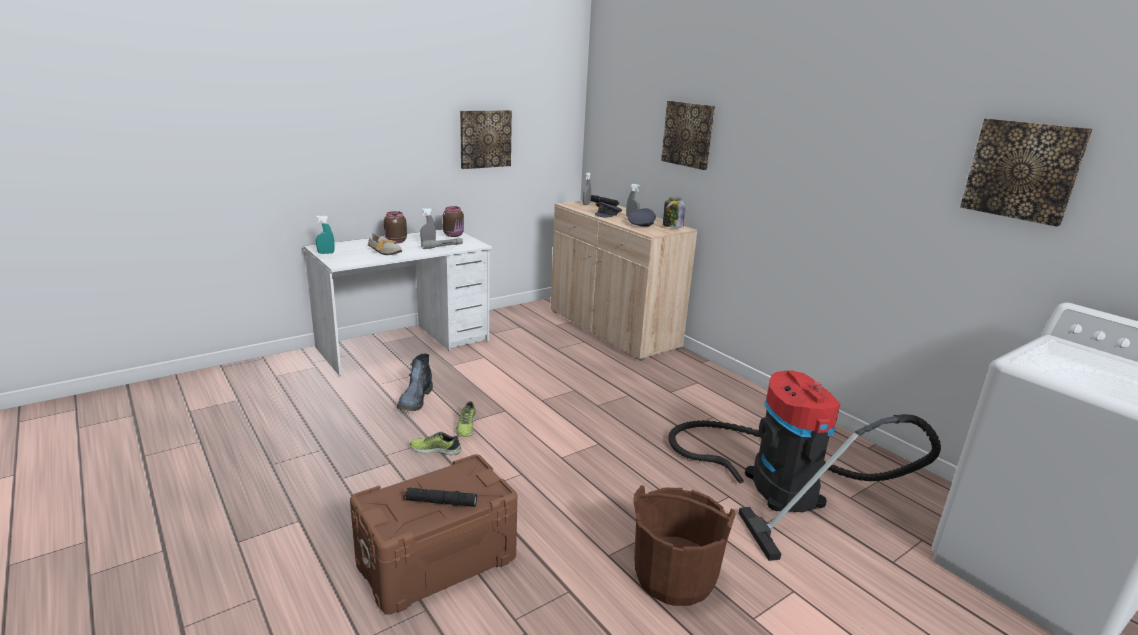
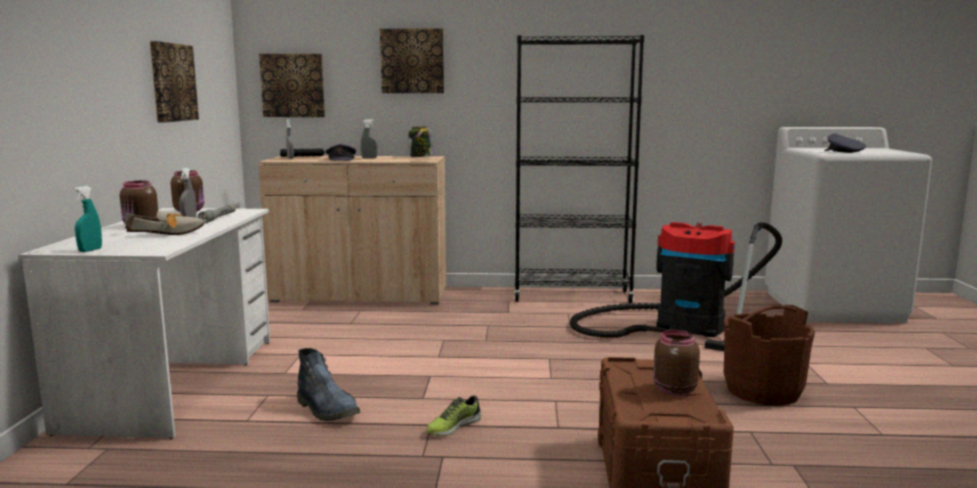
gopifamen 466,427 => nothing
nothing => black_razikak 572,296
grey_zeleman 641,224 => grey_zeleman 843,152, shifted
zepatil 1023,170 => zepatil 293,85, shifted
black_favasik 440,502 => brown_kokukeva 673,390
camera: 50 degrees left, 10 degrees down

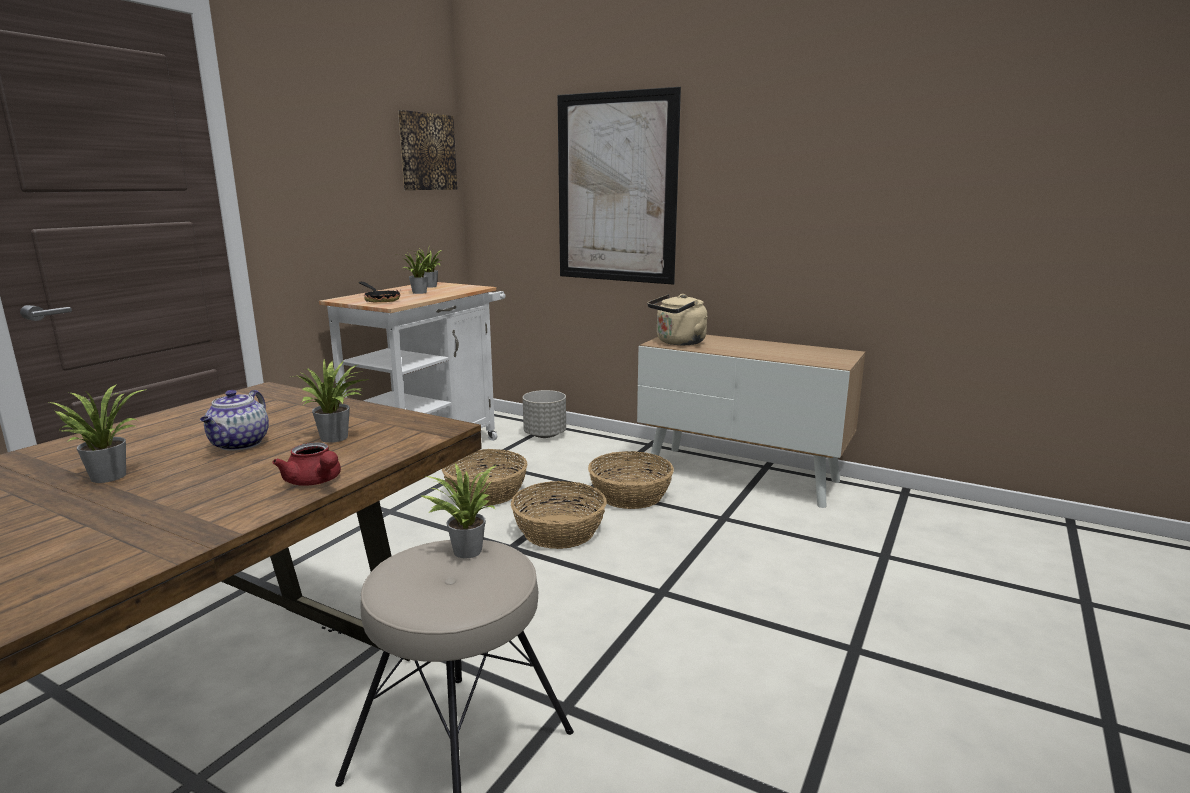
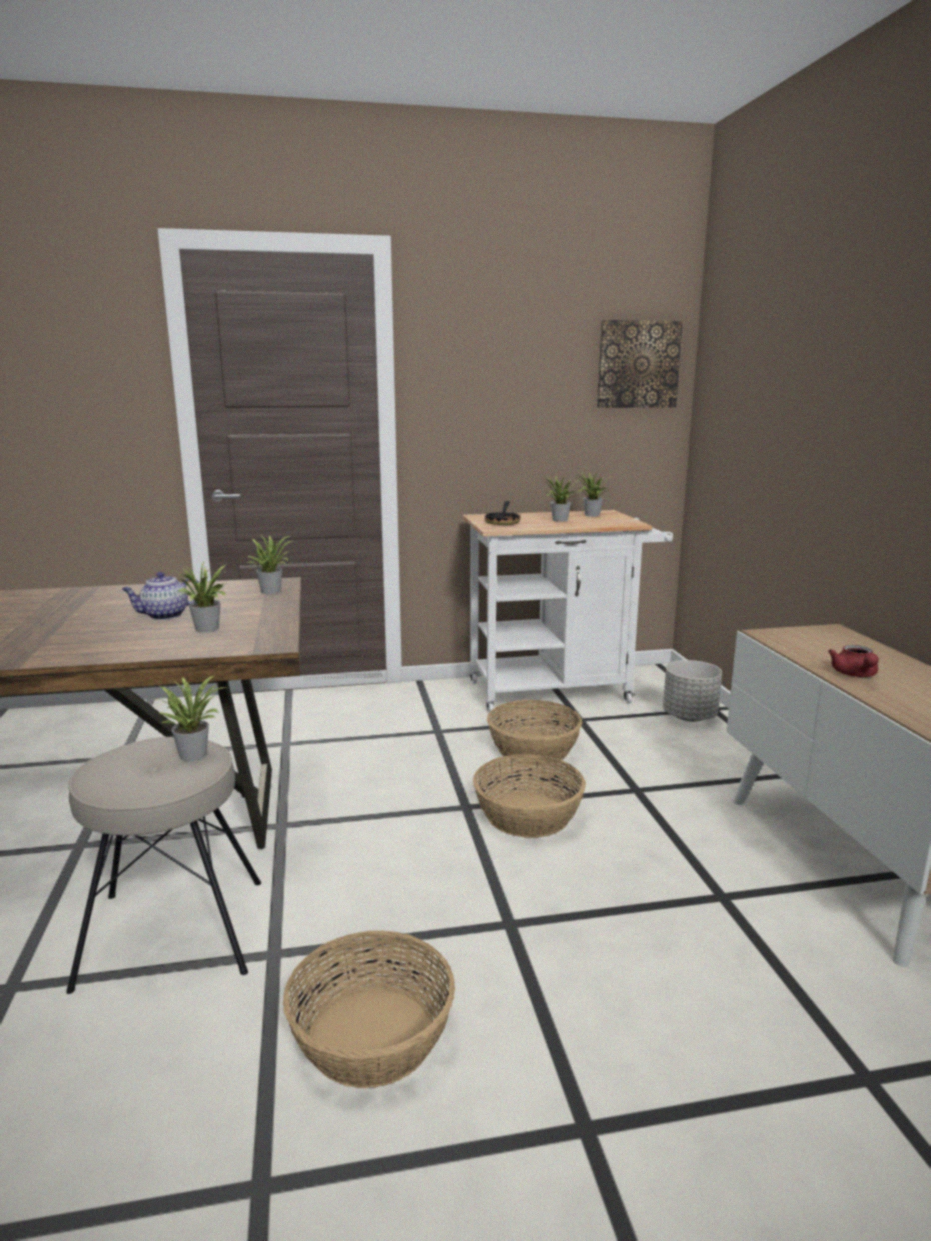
zepatil 616,189 => nothing
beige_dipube 678,342 => nothing
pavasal 108,475 => pavasal 271,591, shifted
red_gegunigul 315,482 => red_gegunigul 855,675, shifted
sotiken 630,495 => sotiken 373,1035, shifted
camera: 50 degrees right, 0 degrees up

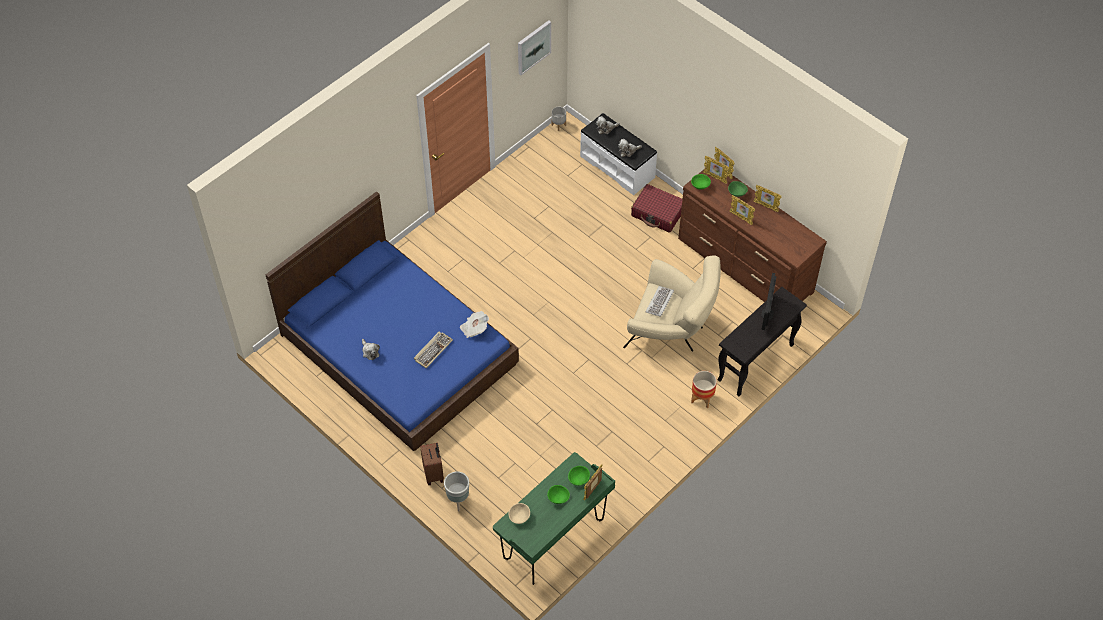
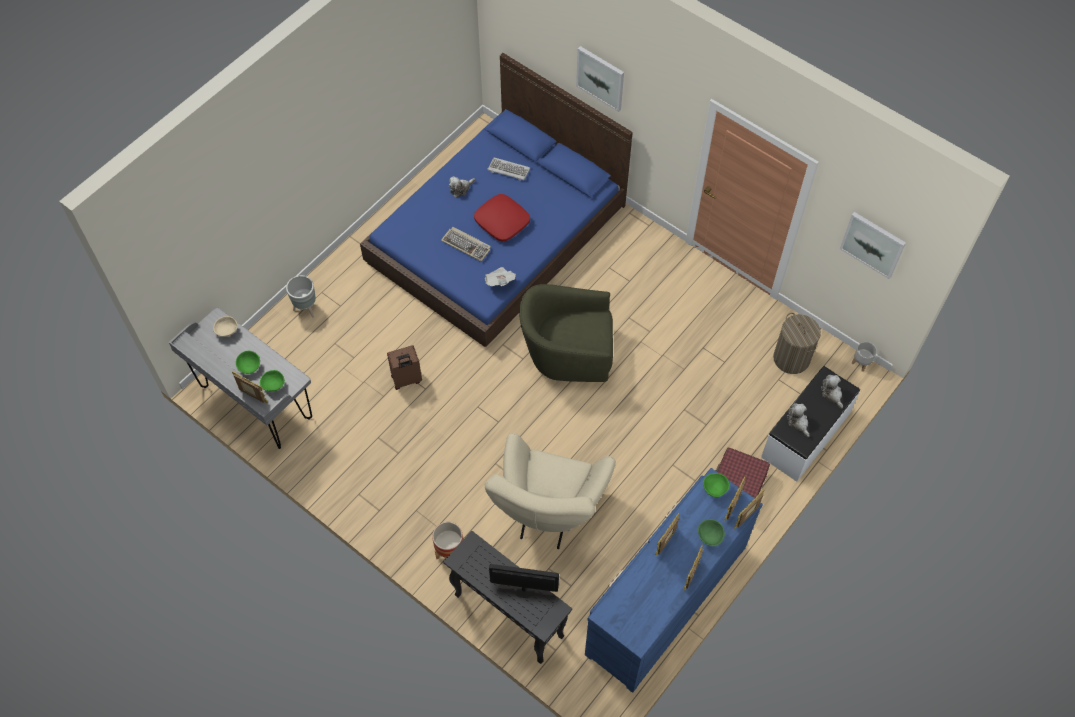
nothing => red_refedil 502,221
nothing => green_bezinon 568,354
nothing => zepatil 600,78
nothing => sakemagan 791,358
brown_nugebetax 434,474 => brown_nugebetax 406,380, shifted
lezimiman 660,302 => lezimiman 508,170, shifted
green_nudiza 554,540 => grey_nudiza 256,403
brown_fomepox 745,265 => blue_fomepox 665,599
camera: 85 degrees right, 5 degrees up

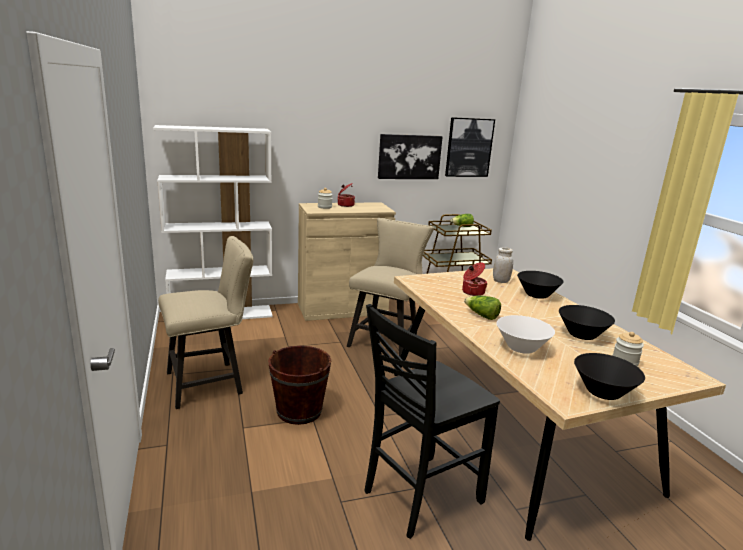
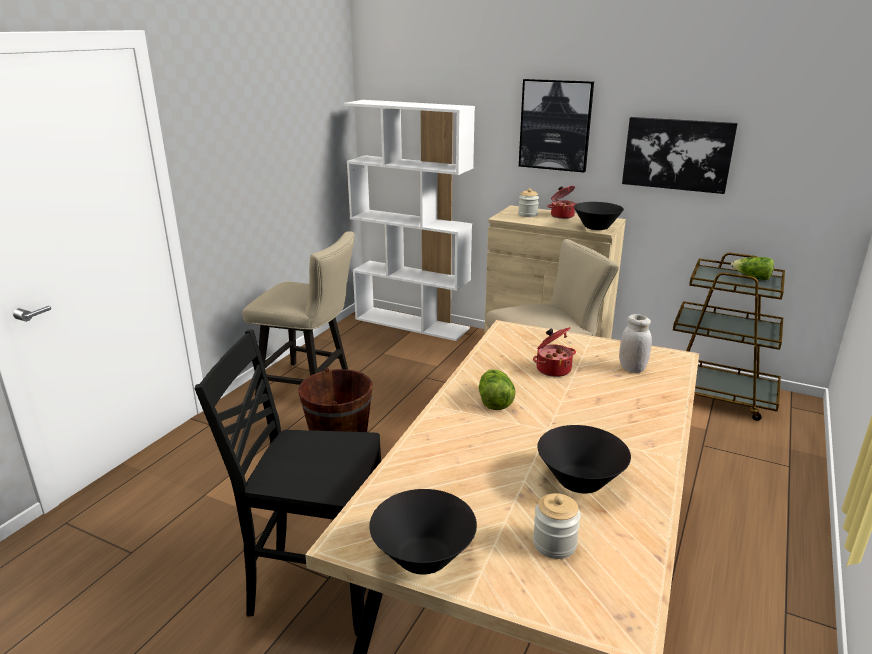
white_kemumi 521,348 => nothing
zepatil 469,147 => zepatil 555,125, shifted
black_kemumi 537,295 => black_kemumi 596,227, shifted
camera: 45 degrees right, 5 degrees up

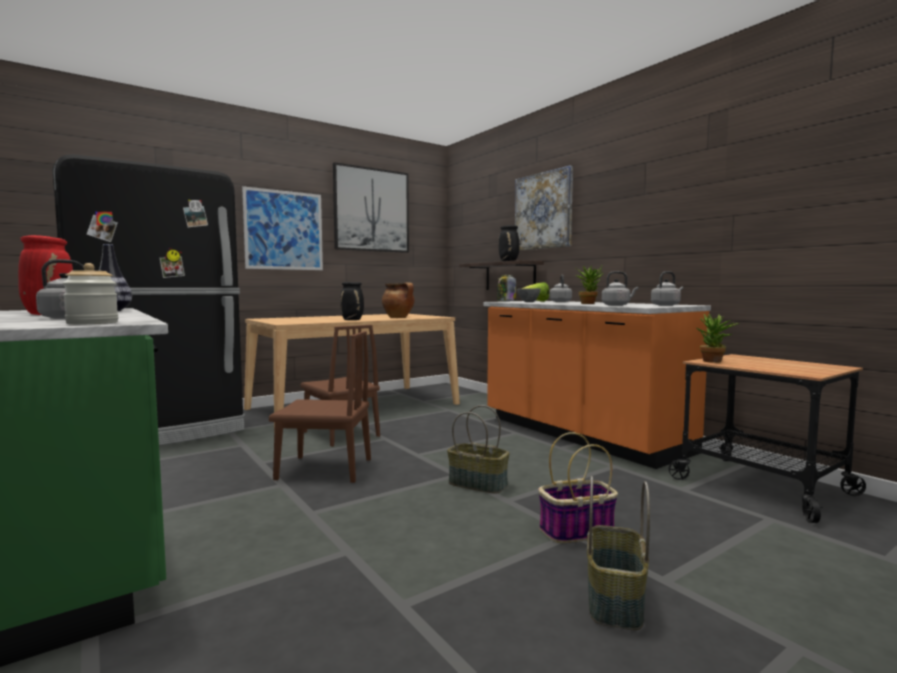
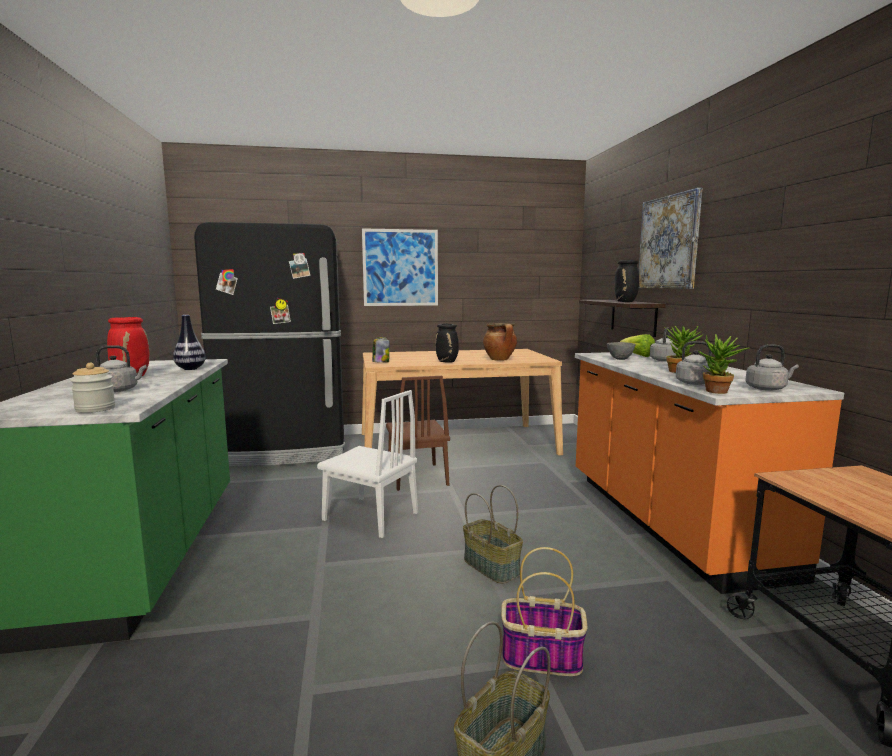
zepatil 371,210 => nothing
kokukeva 506,301 => kokukeva 380,362, shifted
pavasal 715,362 => pavasal 718,392, shifted
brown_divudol 324,469 => white_divudol 370,516
camera: 25 degrees right, 5 degrees up

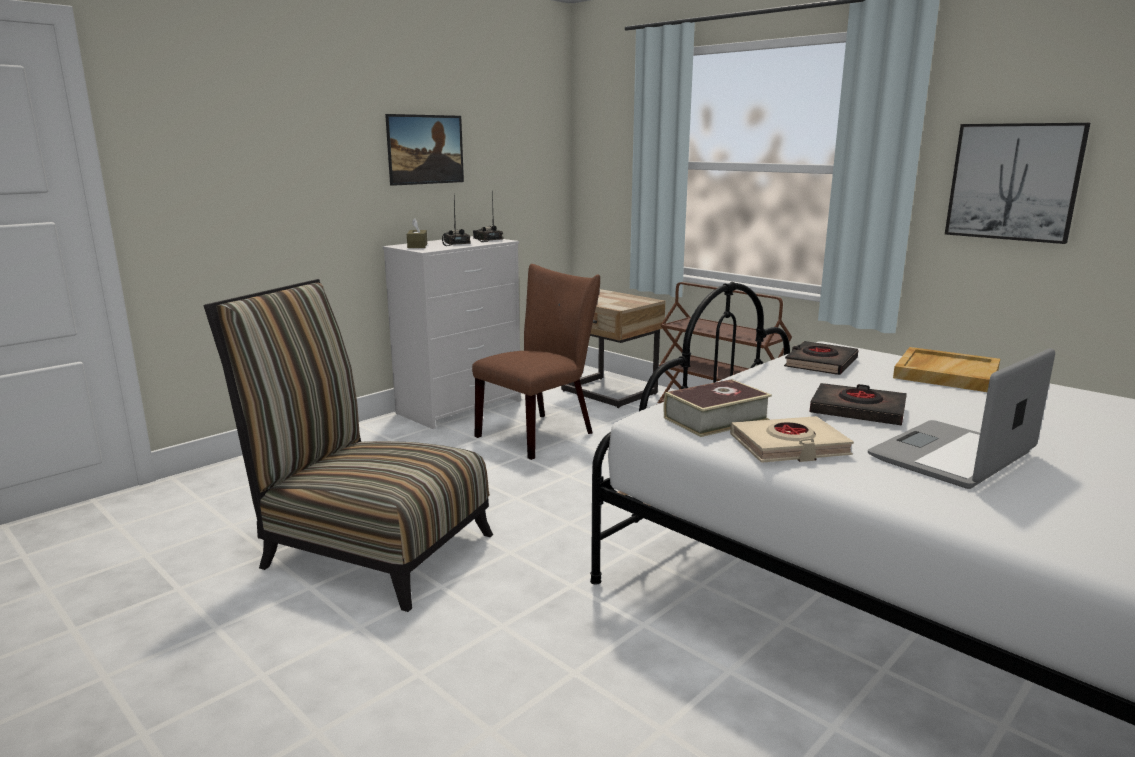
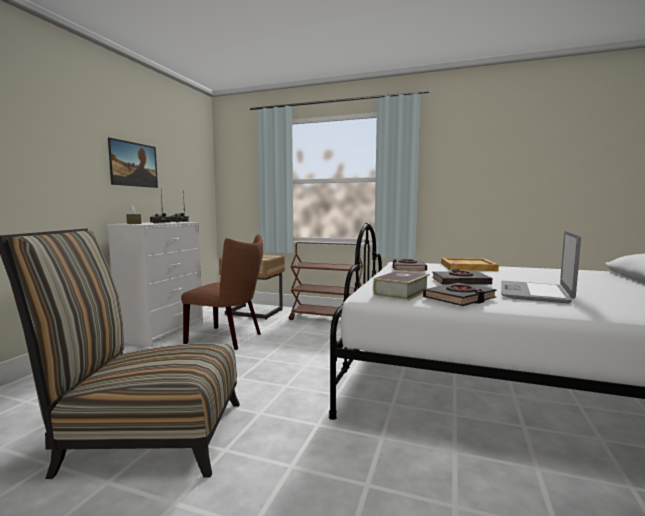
zepatil 1013,182 => nothing
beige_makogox 789,446 => black_makogox 459,298
brown_divudol 541,433 => brown_divudol 228,338, 90 degrees clockwise
camera: 25 degrees left, 10 degrees down

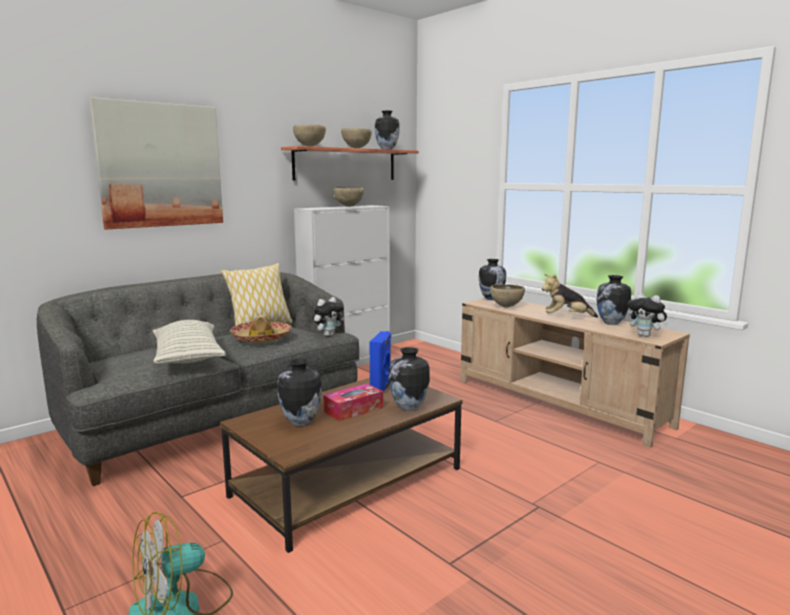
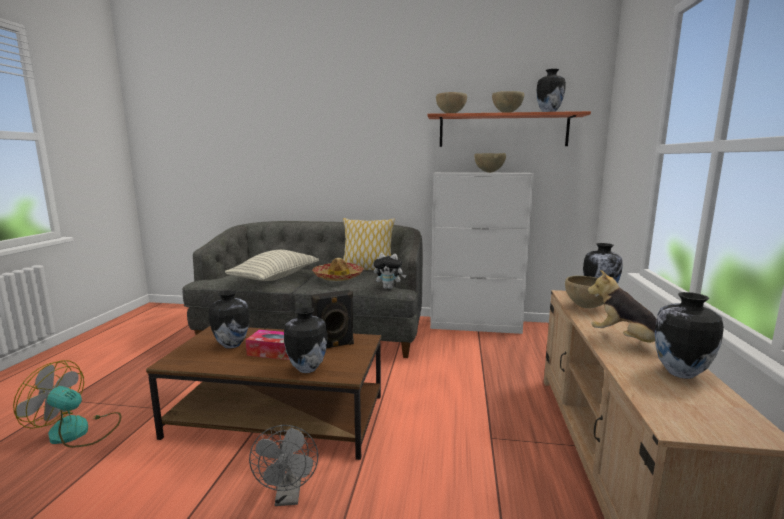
zepatil 160,165 => nothing
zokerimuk 645,335 => nothing
nothing => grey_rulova 288,497
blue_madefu 381,389 => black_madefu 334,346
camera: 50 degrees right, 0 degrees up

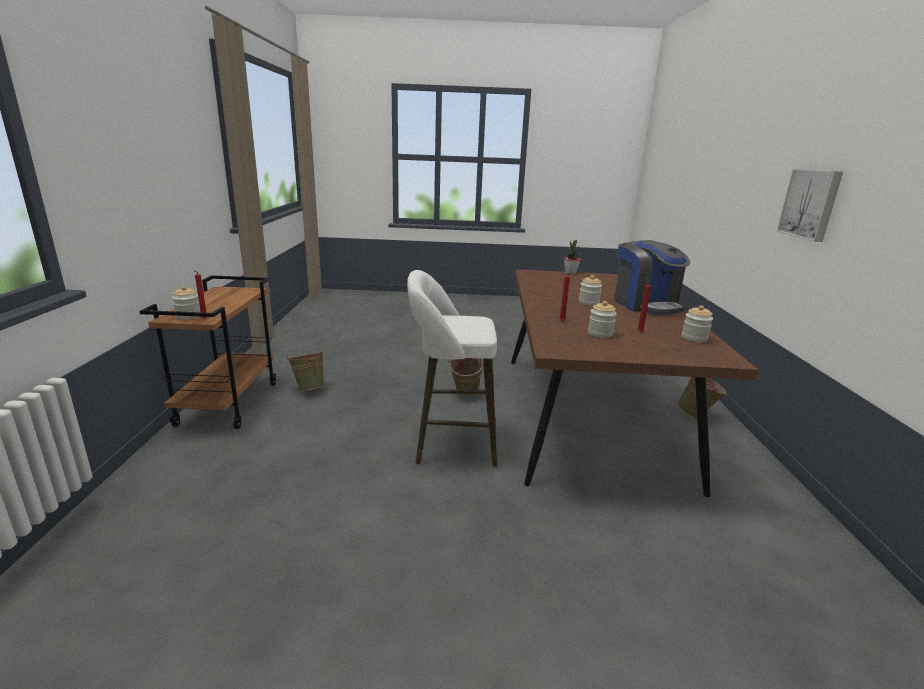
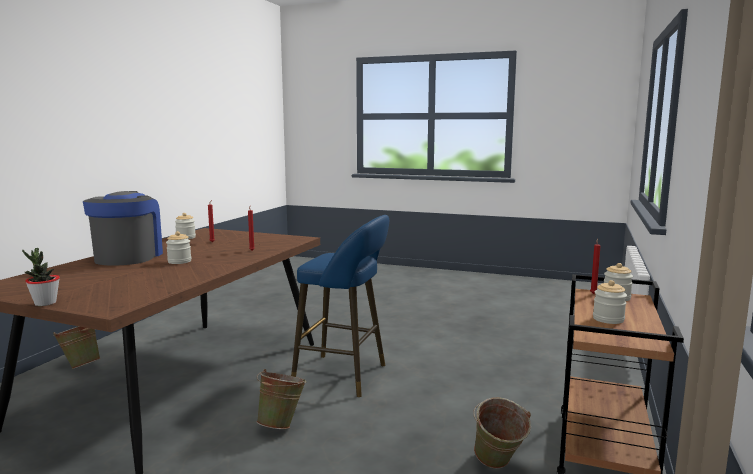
zepatil 811,204 => nothing
kokukeva 600,333 => kokukeva 608,319, shifted
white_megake 450,442 => blue_megake 345,376
camera: 160 degrees left, 10 degrees down

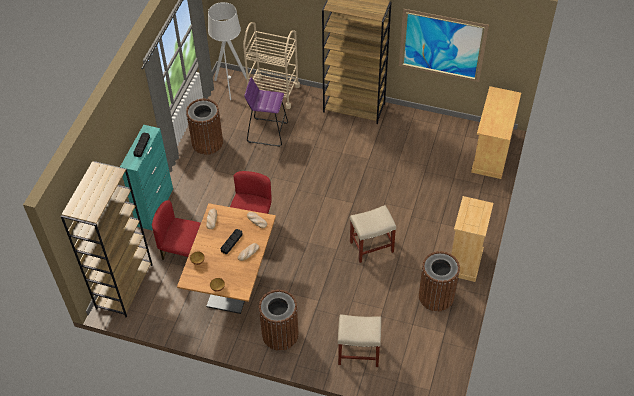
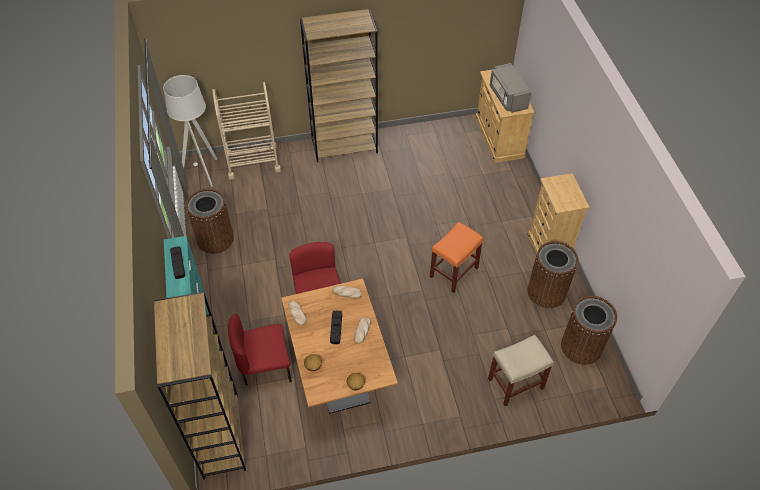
purple_megake 267,132 => nothing
zepatil 442,45 => nothing
nothing => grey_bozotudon 507,97
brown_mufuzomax 280,334 => brown_mufuzomax 581,347, shifted
beige_megake 371,247 => orange_megake 453,273
camera: 30 degrees left, 0 degrees up

